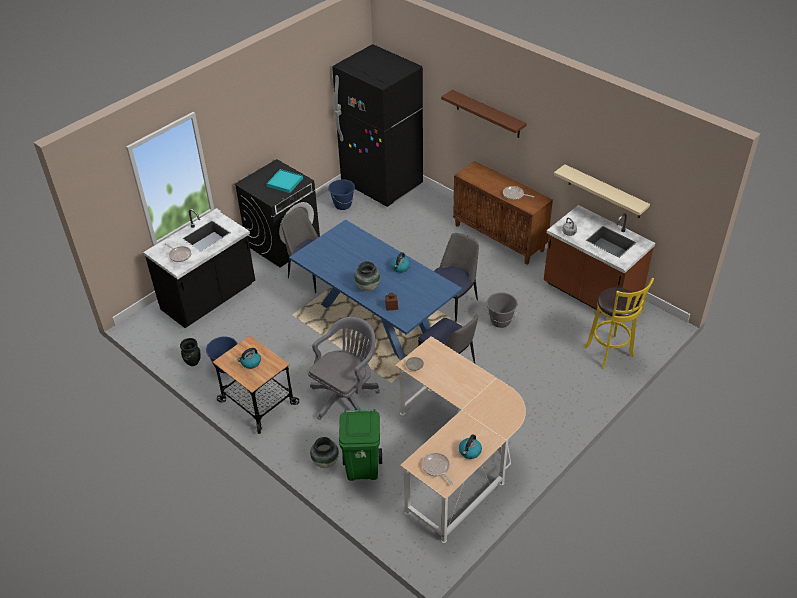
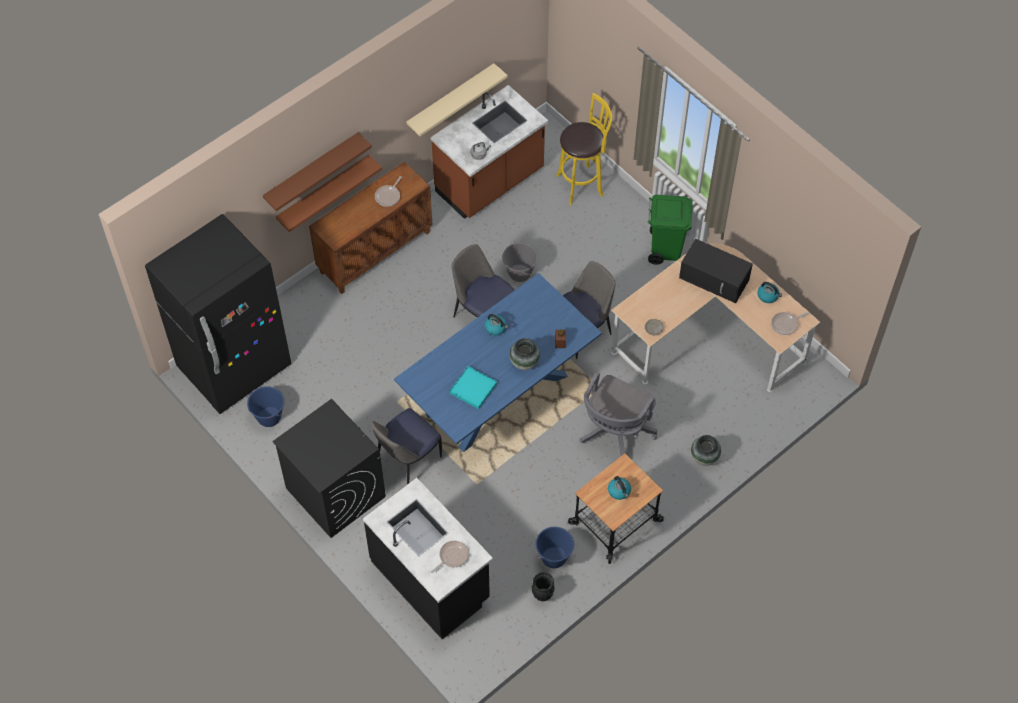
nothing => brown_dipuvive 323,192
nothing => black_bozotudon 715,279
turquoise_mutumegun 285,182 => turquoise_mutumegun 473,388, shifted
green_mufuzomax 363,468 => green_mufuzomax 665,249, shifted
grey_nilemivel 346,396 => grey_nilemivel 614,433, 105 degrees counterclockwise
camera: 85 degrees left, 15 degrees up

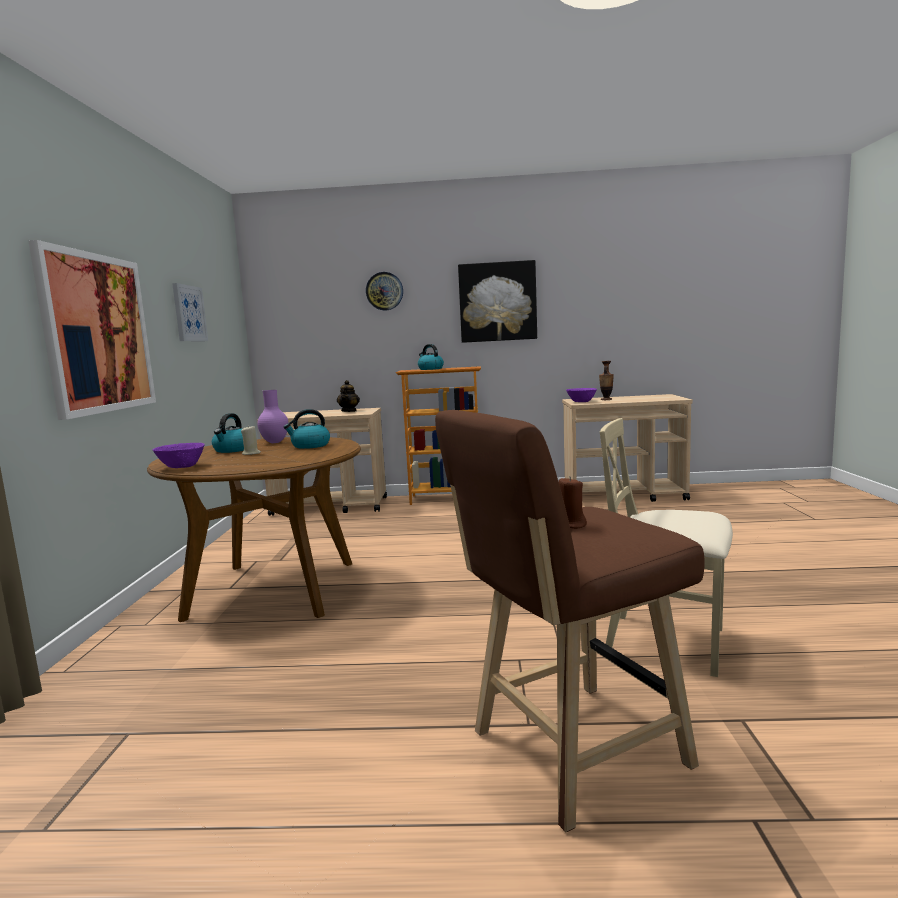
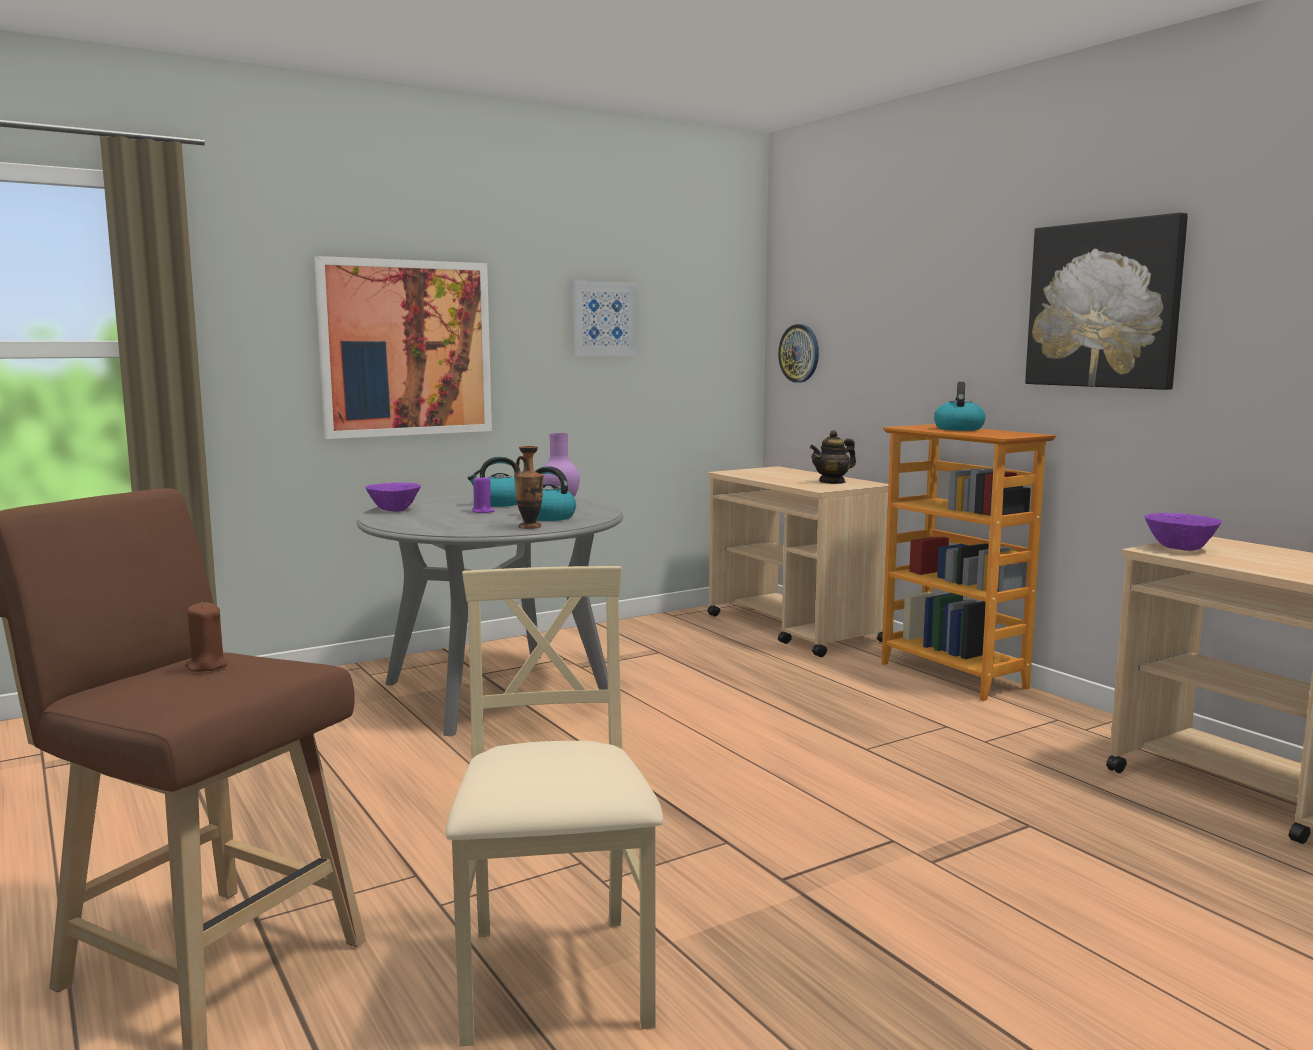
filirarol 384,291 => filirarol 799,353, shifted
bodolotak 606,399 => bodolotak 529,527, shifted
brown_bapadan 273,589 => grey_bapadan 497,692
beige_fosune 251,453 => purple_fosune 483,511
camera: 55 degrees right, 0 degrees up

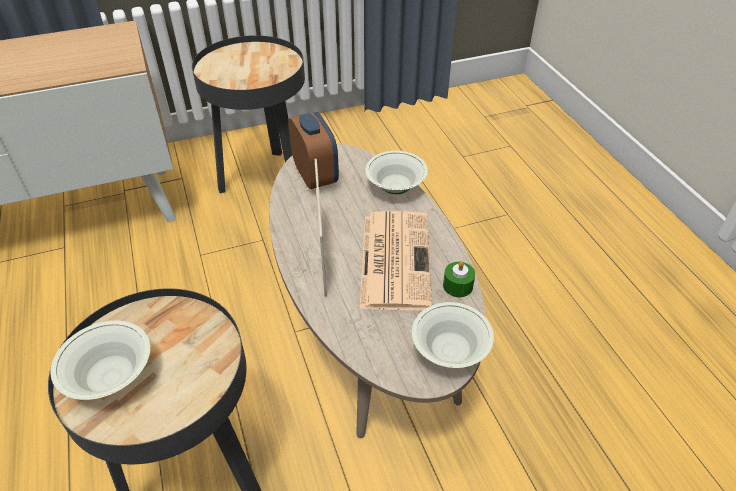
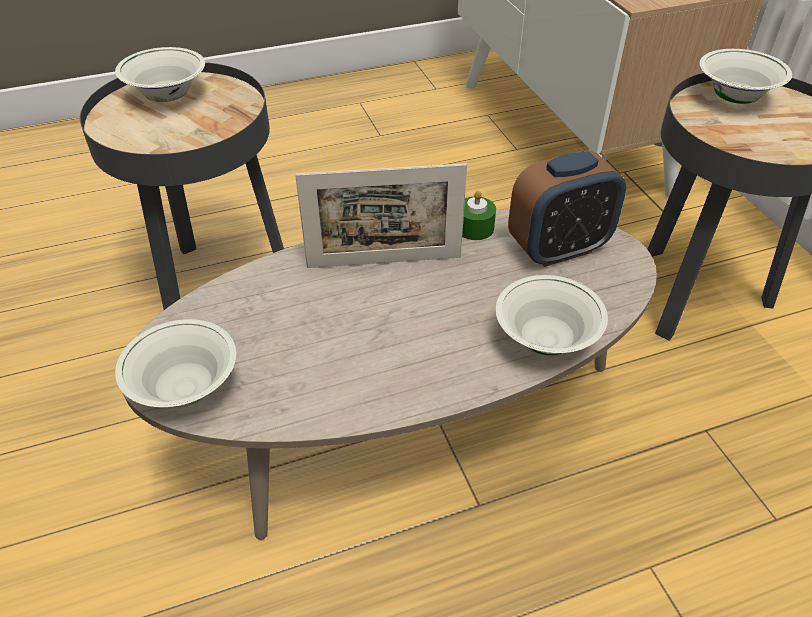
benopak 394,259 => nothing
nothing => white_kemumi 735,99
green_fosune 457,286 => green_fosune 475,228, shifted
camera: 90 degrees right, 0 degrees up

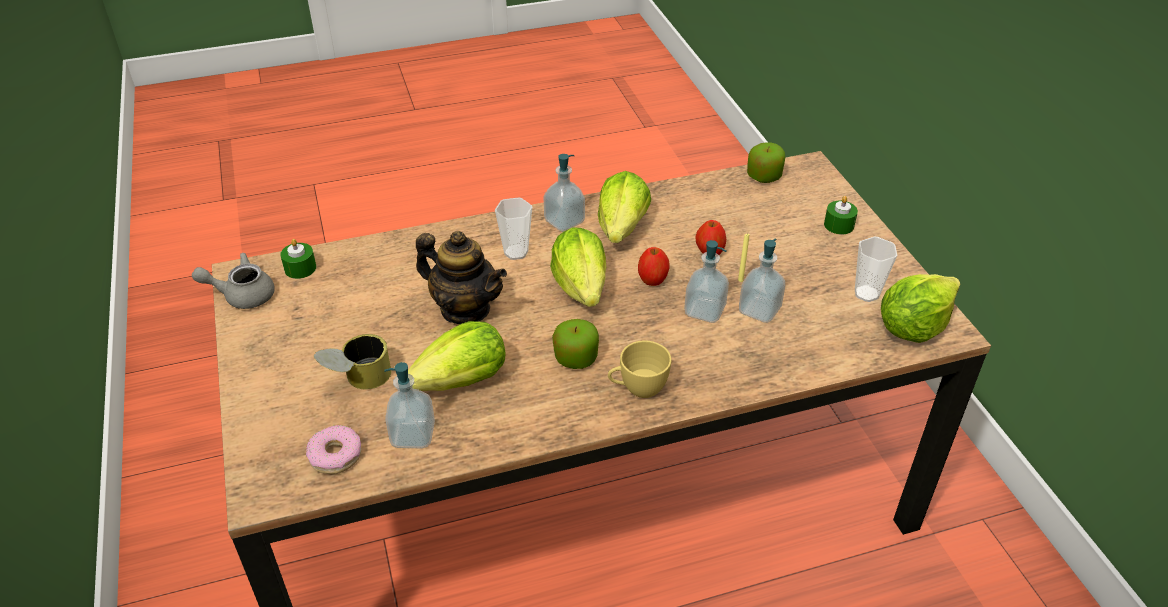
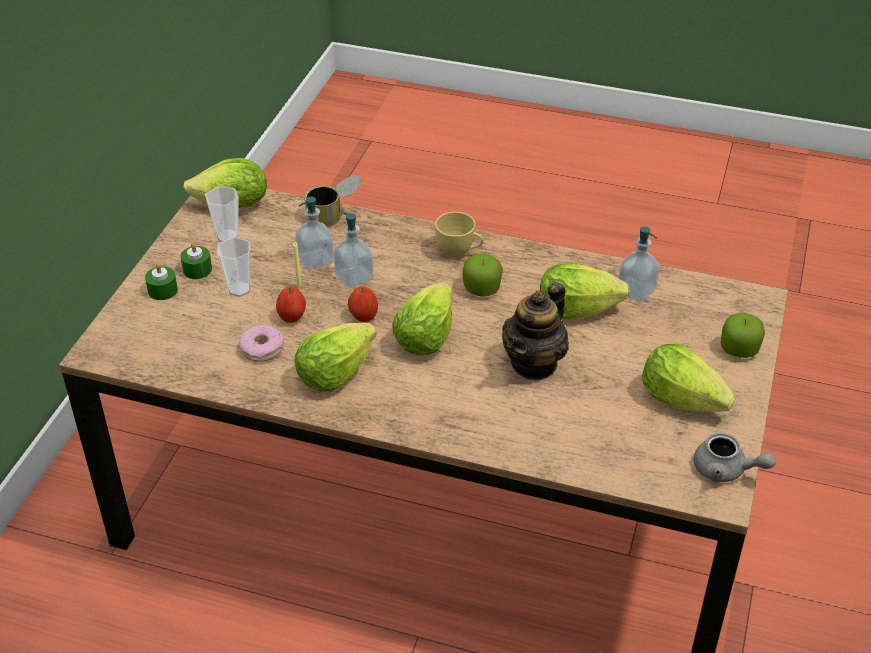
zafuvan 564,221 => nothing
nothing => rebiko 681,399
green_fosune 300,268 => green_fosune 197,269, shifted
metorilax 335,455 => metorilax 262,348, shifted
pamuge 357,380 => pamuge 334,216, shifted
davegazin 516,252 => davegazin 239,289, shifted
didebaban 764,176 => didebaban 739,349, shifted
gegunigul 465,309 => gegunigul 534,363, 120 degrees counterclockwise
camera: 145 degrees left, 0 degrees up

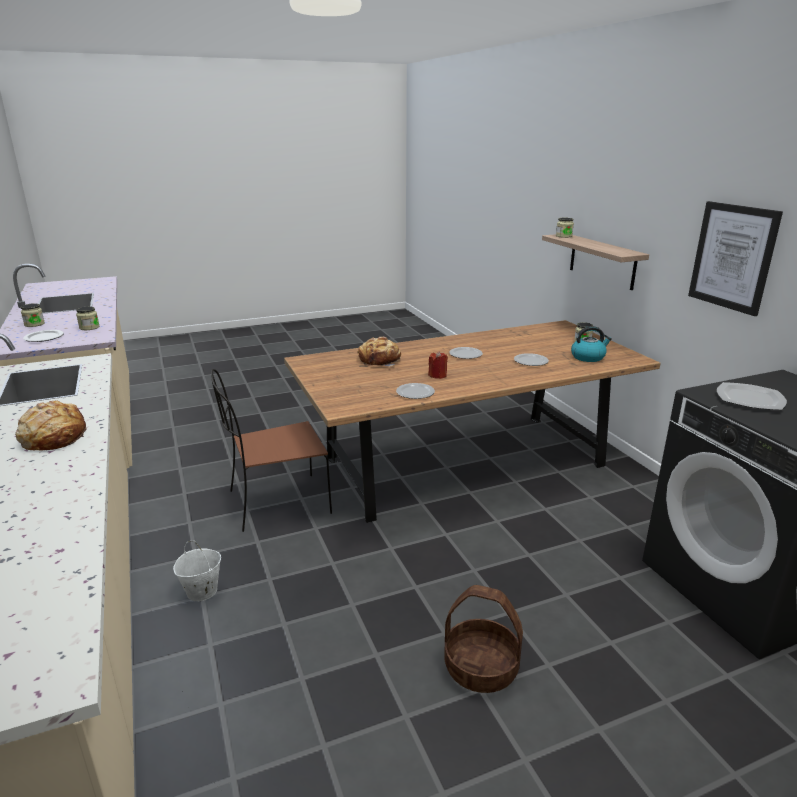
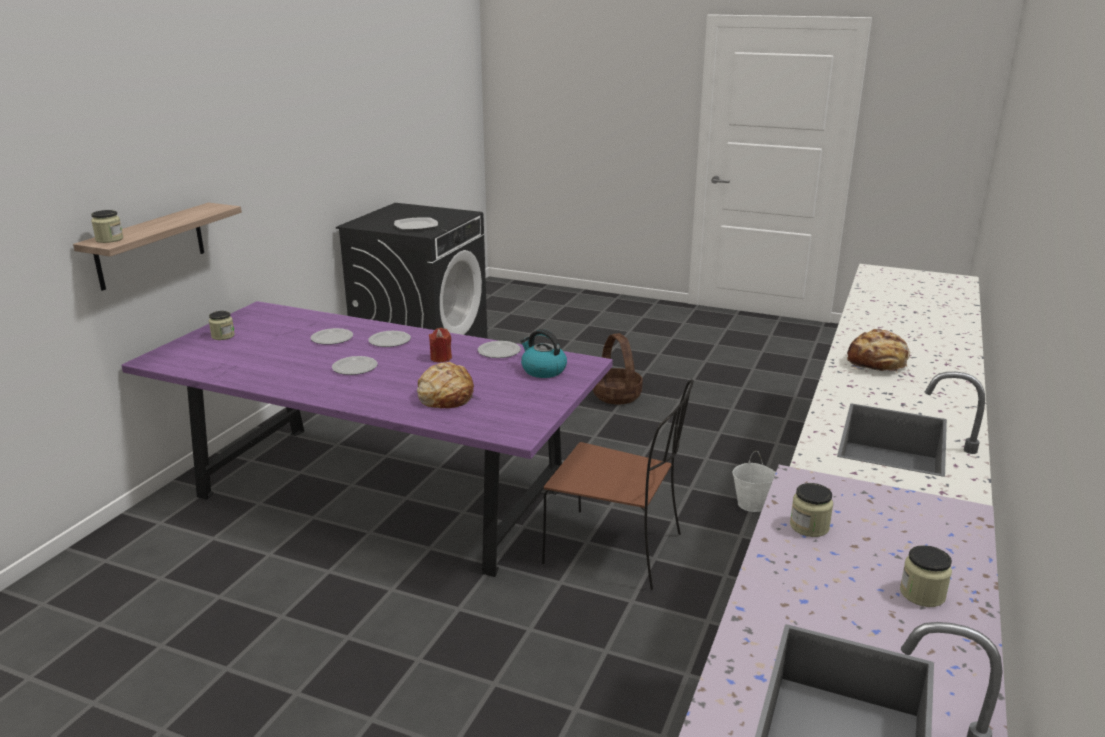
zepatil 732,257 => nothing
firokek 44,337 => firokek 389,341, shifted
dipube 588,357 => dipube 543,370, shifted
brown_bapadan 465,462 => purple_bapadan 381,492
camera: 135 degrees left, 0 degrees up

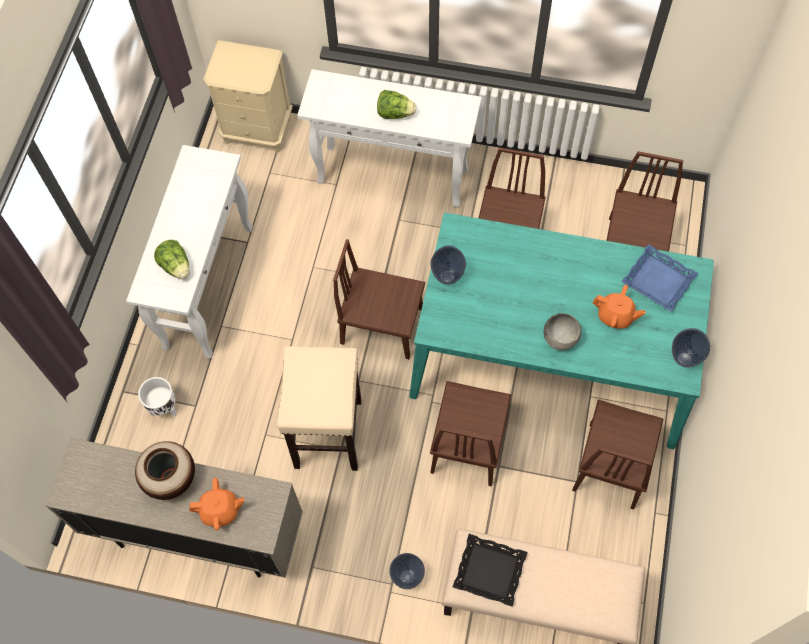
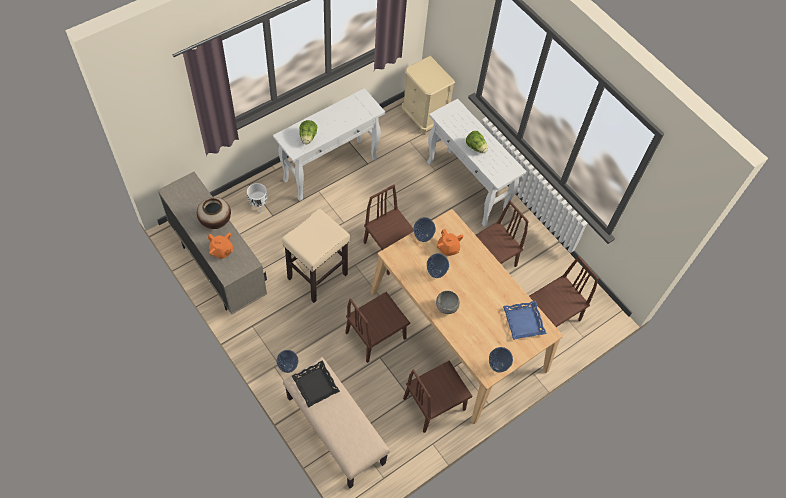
nothing => bodolotak 436,273
orange_gegunigul 615,316 => orange_gegunigul 448,248, shifted
turquoise_bapadan 551,355 => beige_bapadan 458,330
camera: 35 degrees right, 5 degrees down

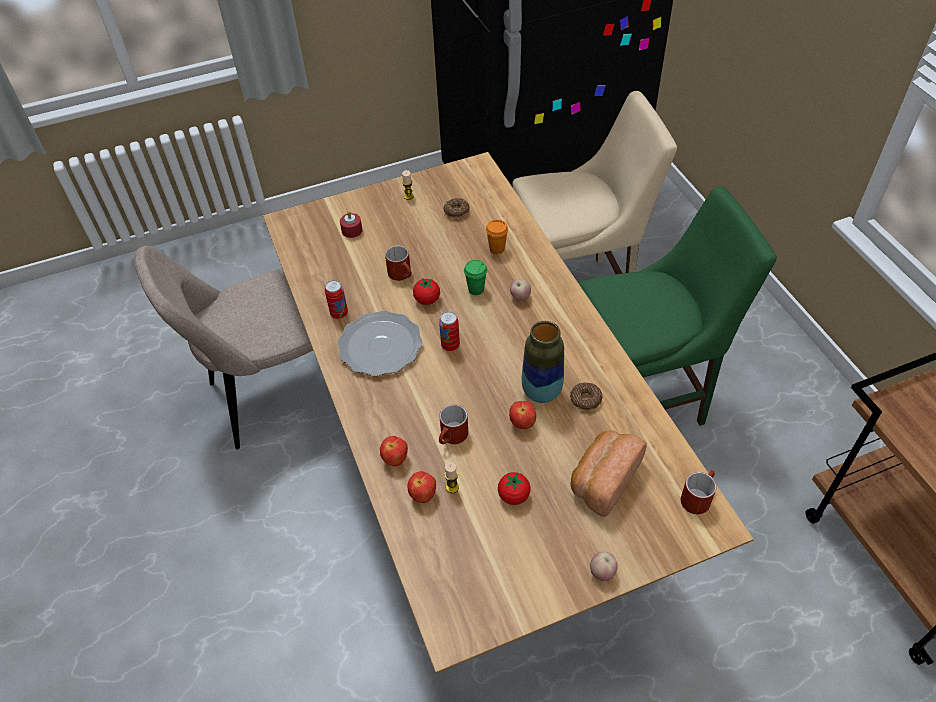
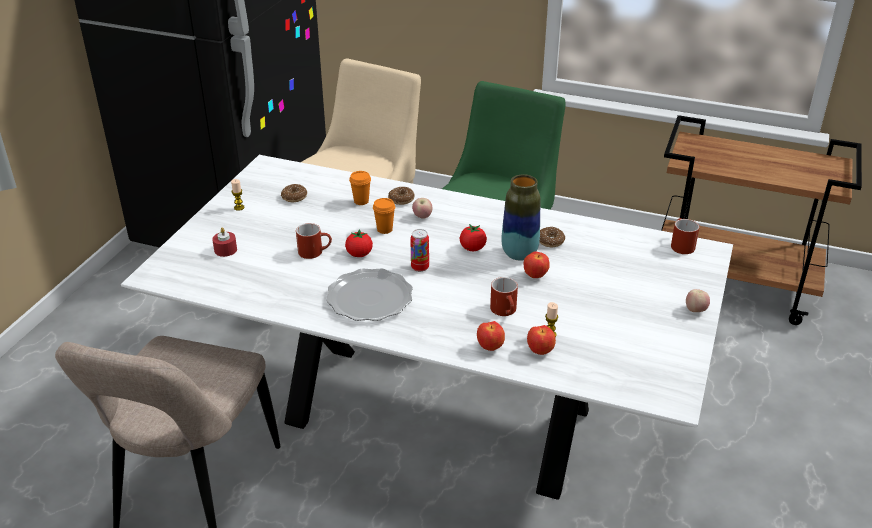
pamuge 339,314 => nothing
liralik 603,479 => nothing
nothing => metorilax 401,199
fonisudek 513,496 => fonisudek 472,248, shifted
brown_bapadan 473,467 => white_bapadan 436,416
green_davegazin 476,289 => orange_davegazin 384,229
camera: 50 degrees left, 15 degrees down

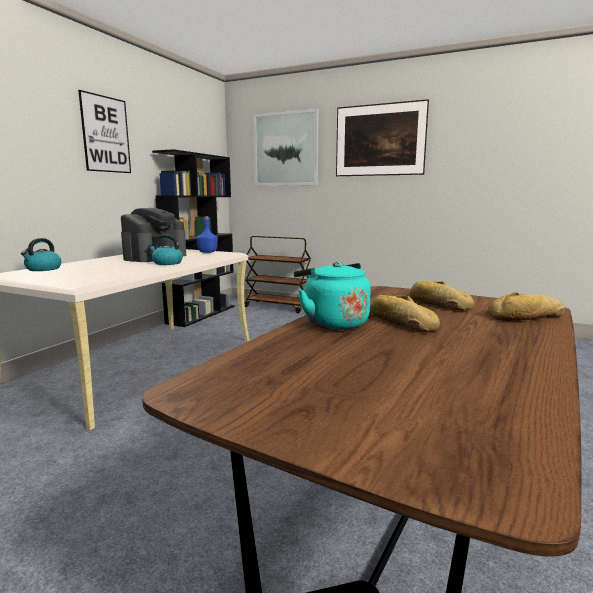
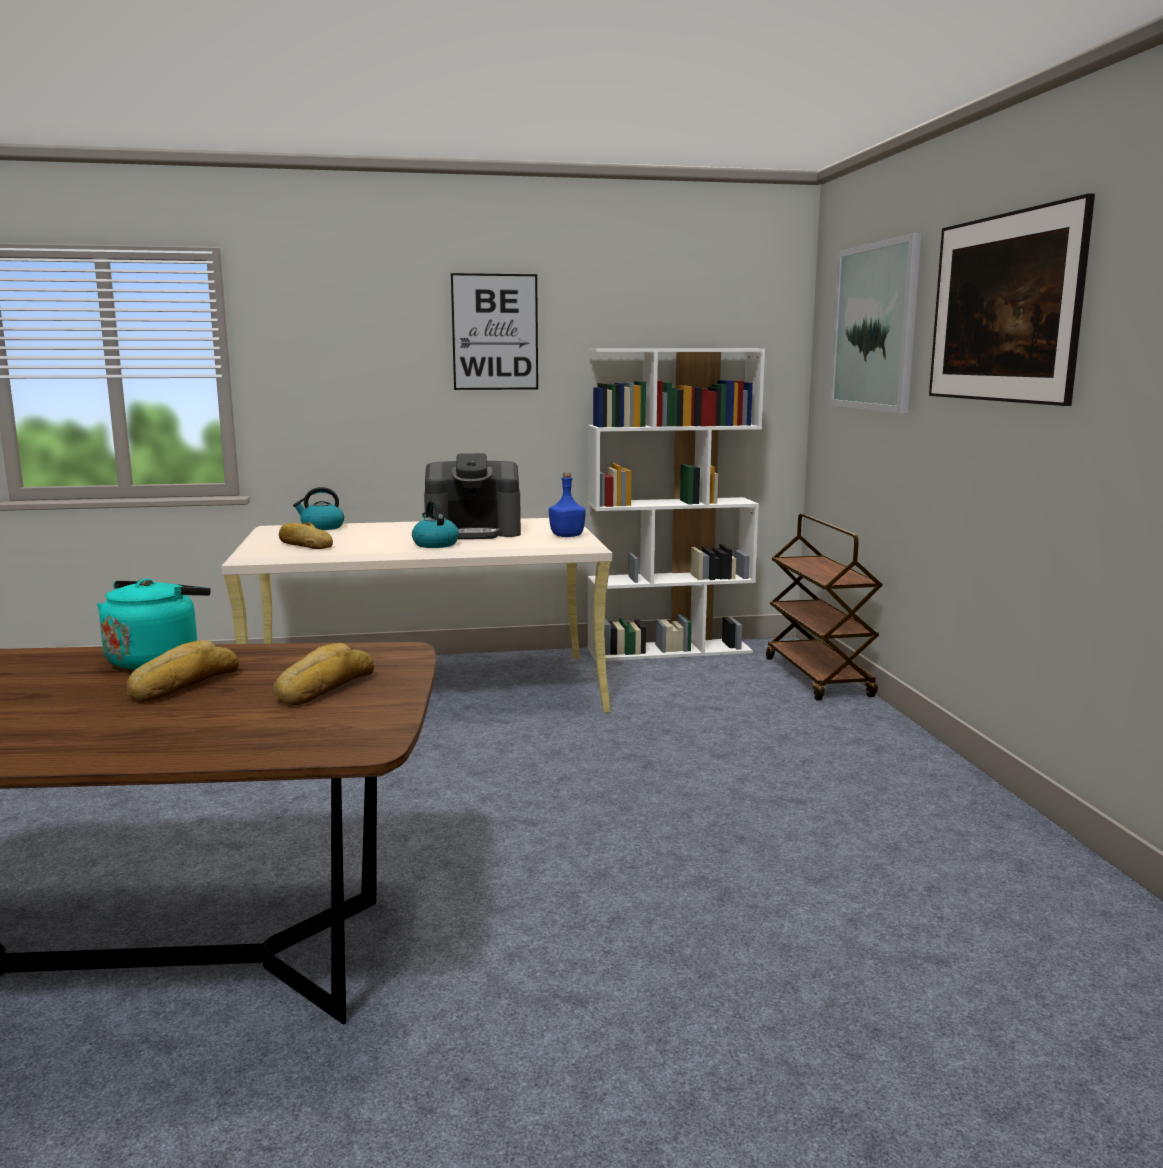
liralik 527,317 => liralik 305,545, shifted
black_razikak 202,314 => white_razikak 670,650
camera: 55 degrees right, 0 degrees up

